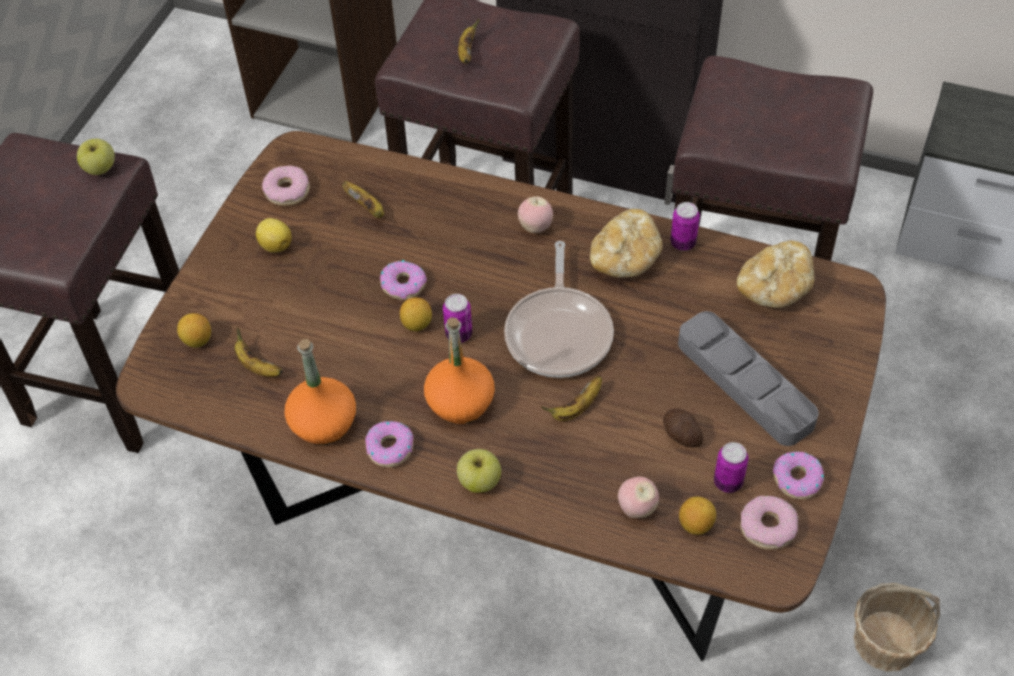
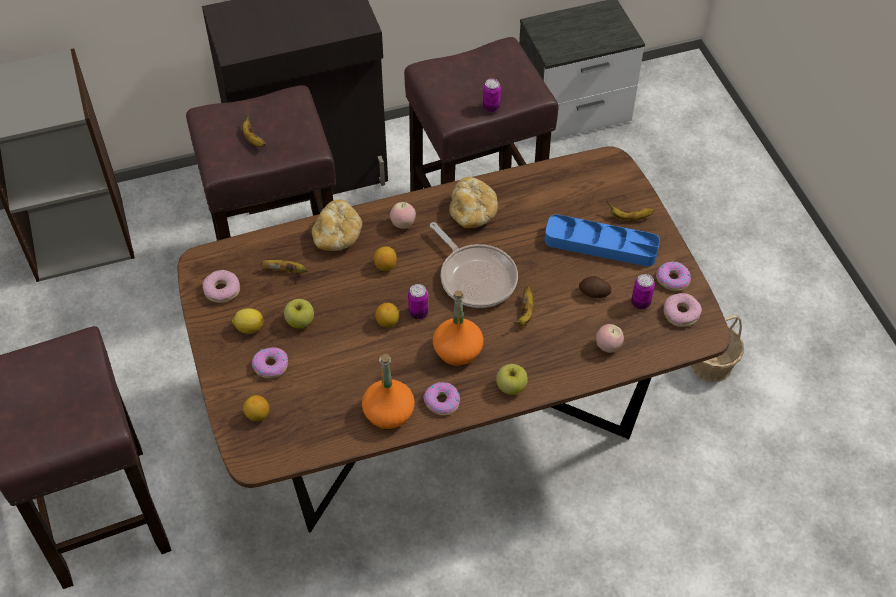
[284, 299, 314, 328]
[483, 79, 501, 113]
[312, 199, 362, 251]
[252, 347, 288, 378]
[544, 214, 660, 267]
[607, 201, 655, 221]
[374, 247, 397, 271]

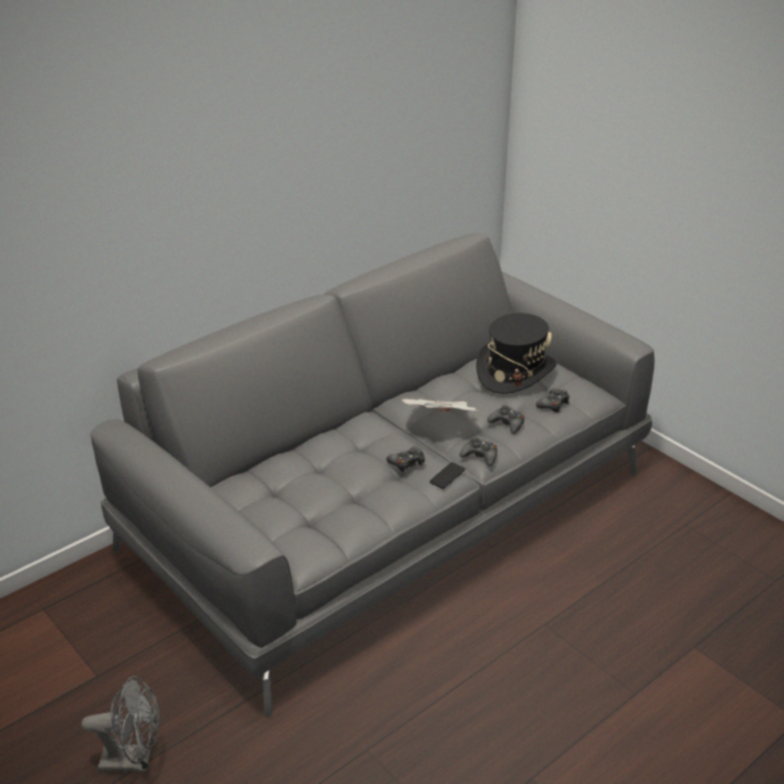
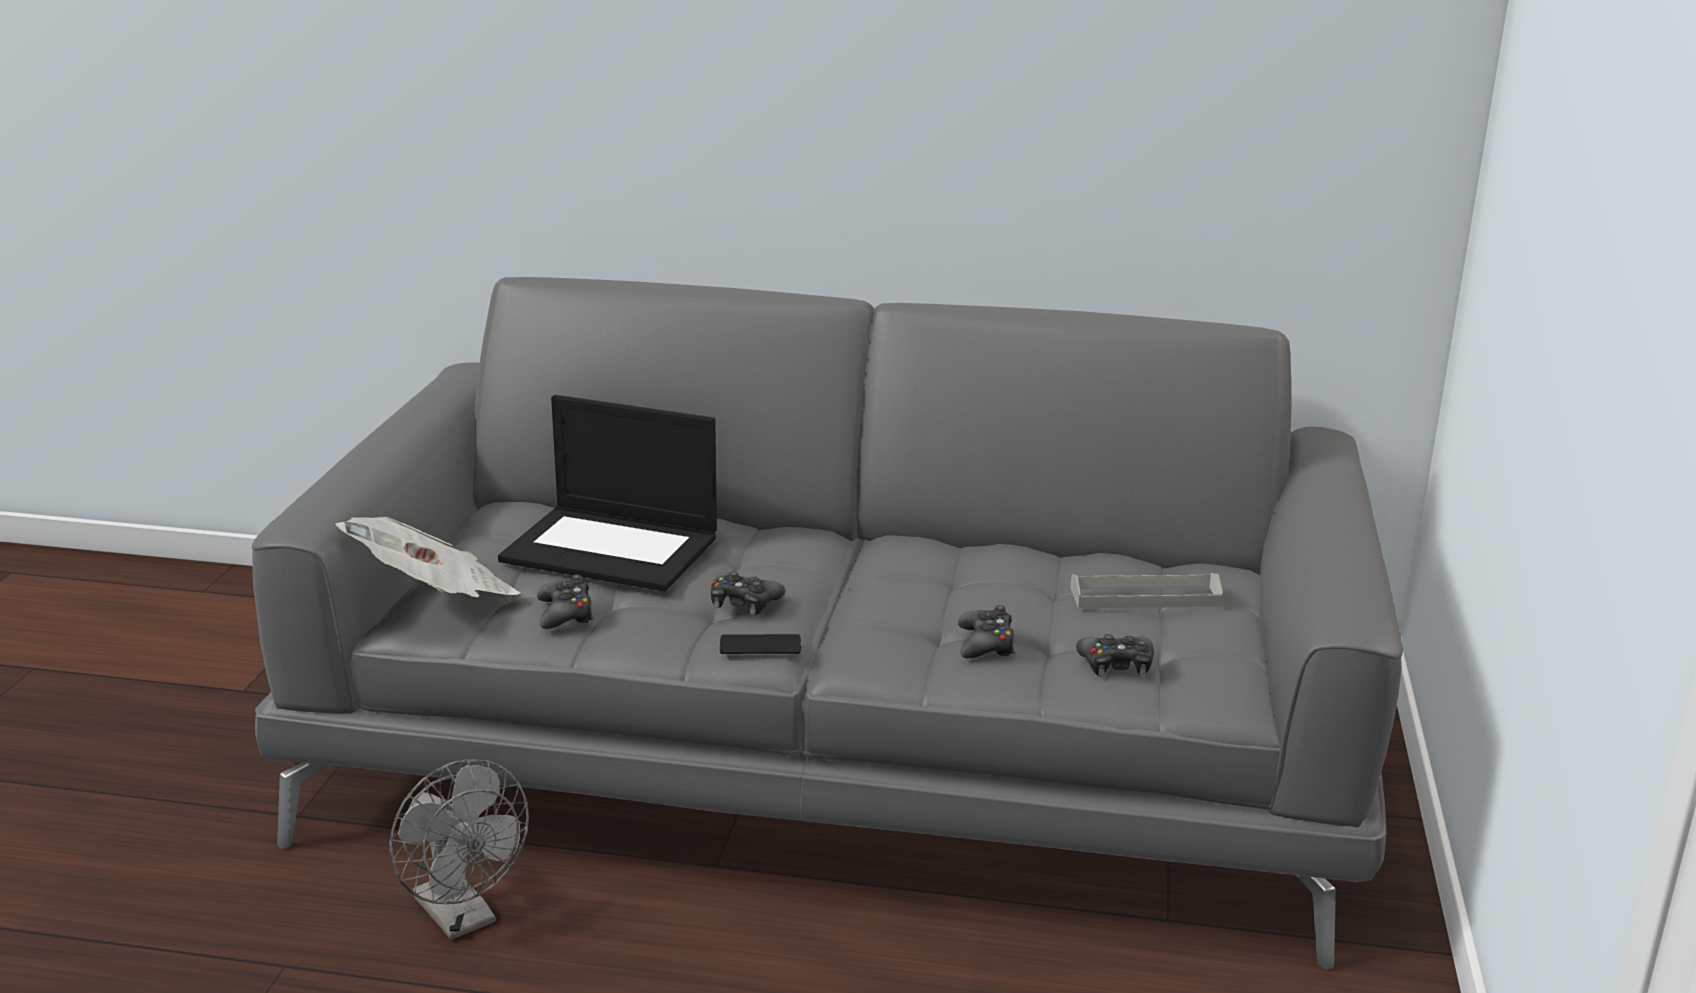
[1071, 573, 1223, 609]
[335, 517, 520, 597]
[537, 575, 594, 629]
[389, 759, 529, 940]
[498, 395, 717, 591]

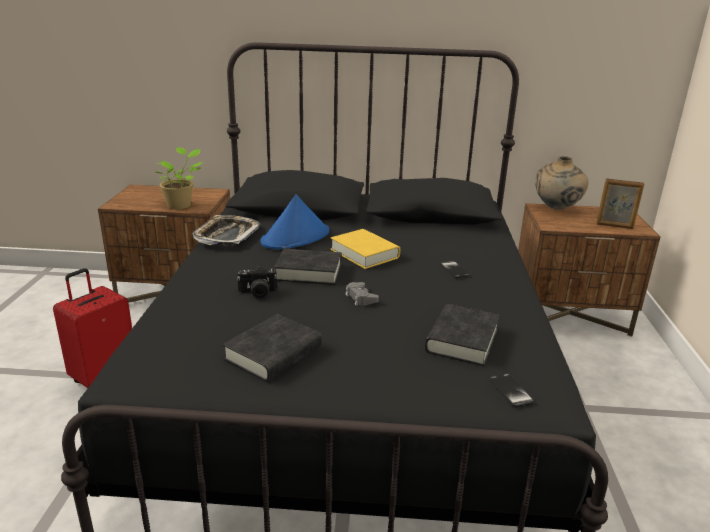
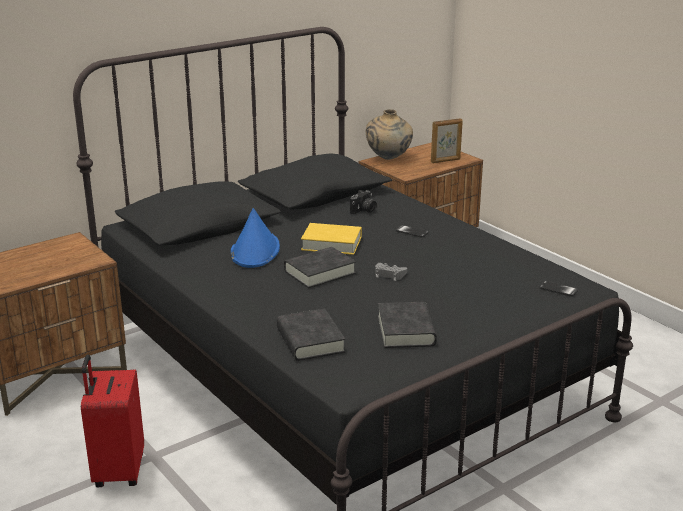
[156, 147, 204, 209] (first image)
[192, 215, 260, 245] (first image)
[350, 190, 377, 214]
[277, 308, 345, 361]

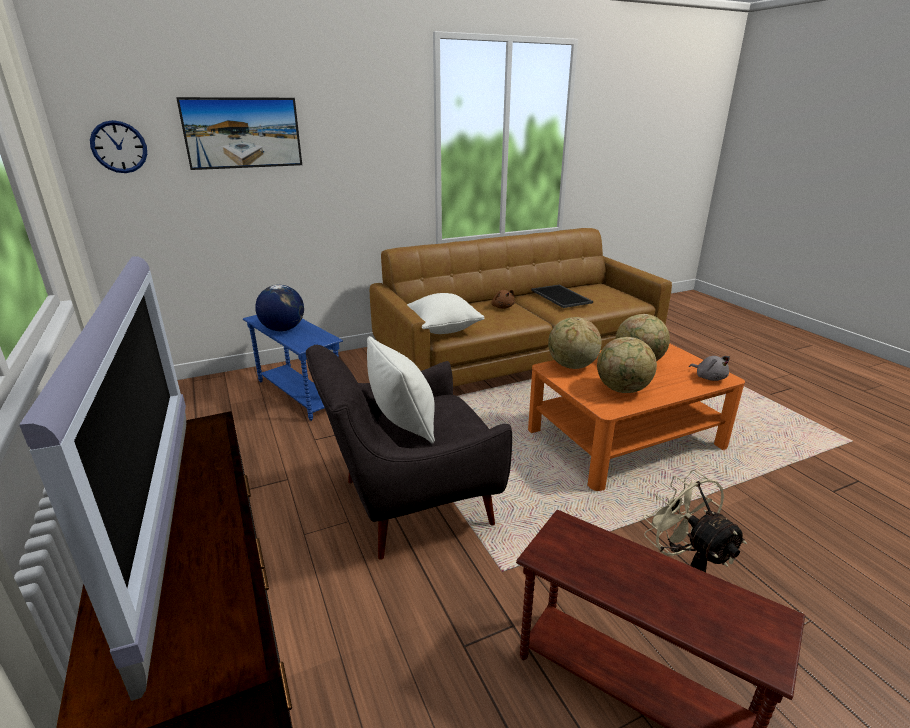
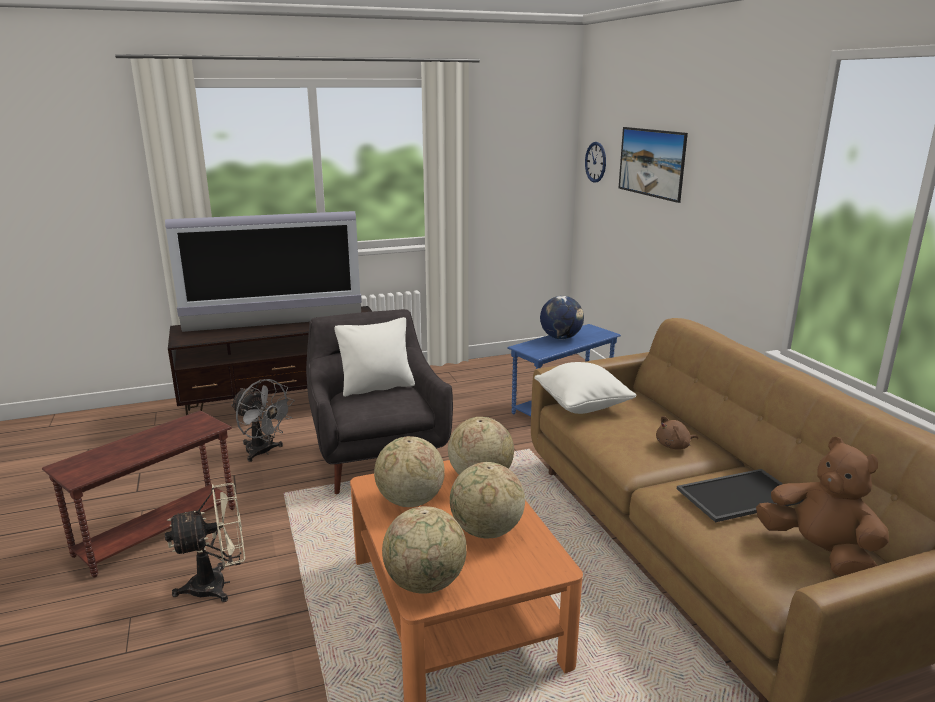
[382, 506, 467, 594]
[231, 379, 295, 462]
[756, 437, 889, 577]

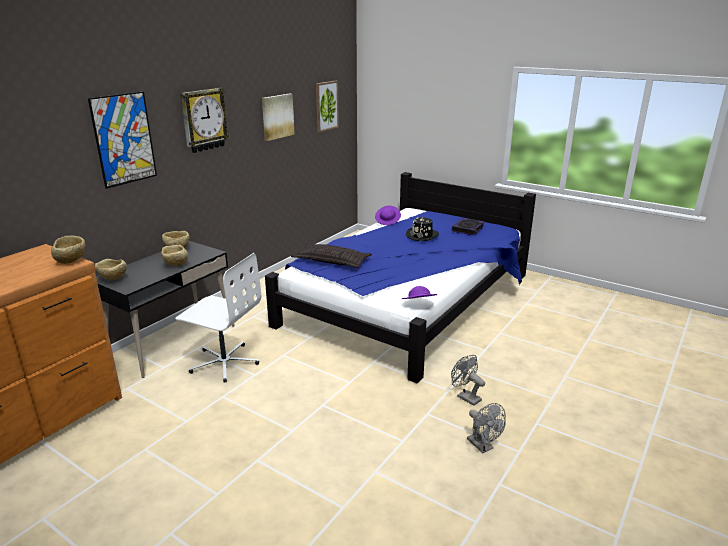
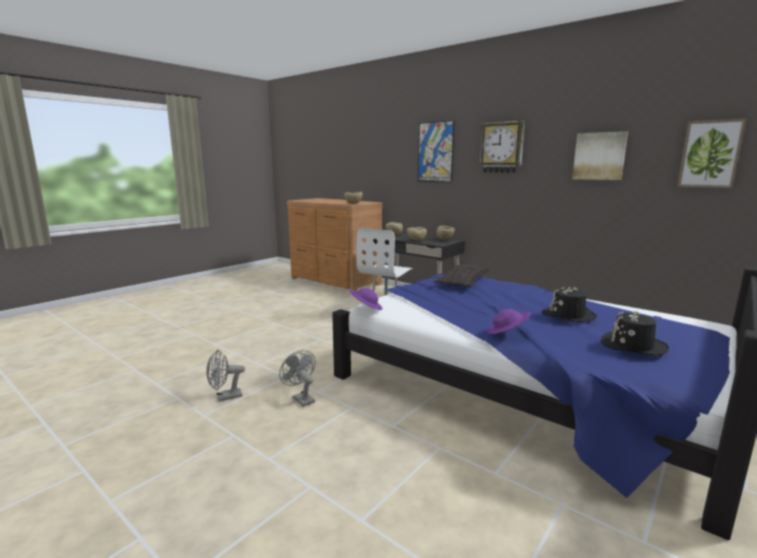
[487, 309, 531, 334]
[601, 311, 669, 356]
[279, 350, 315, 407]

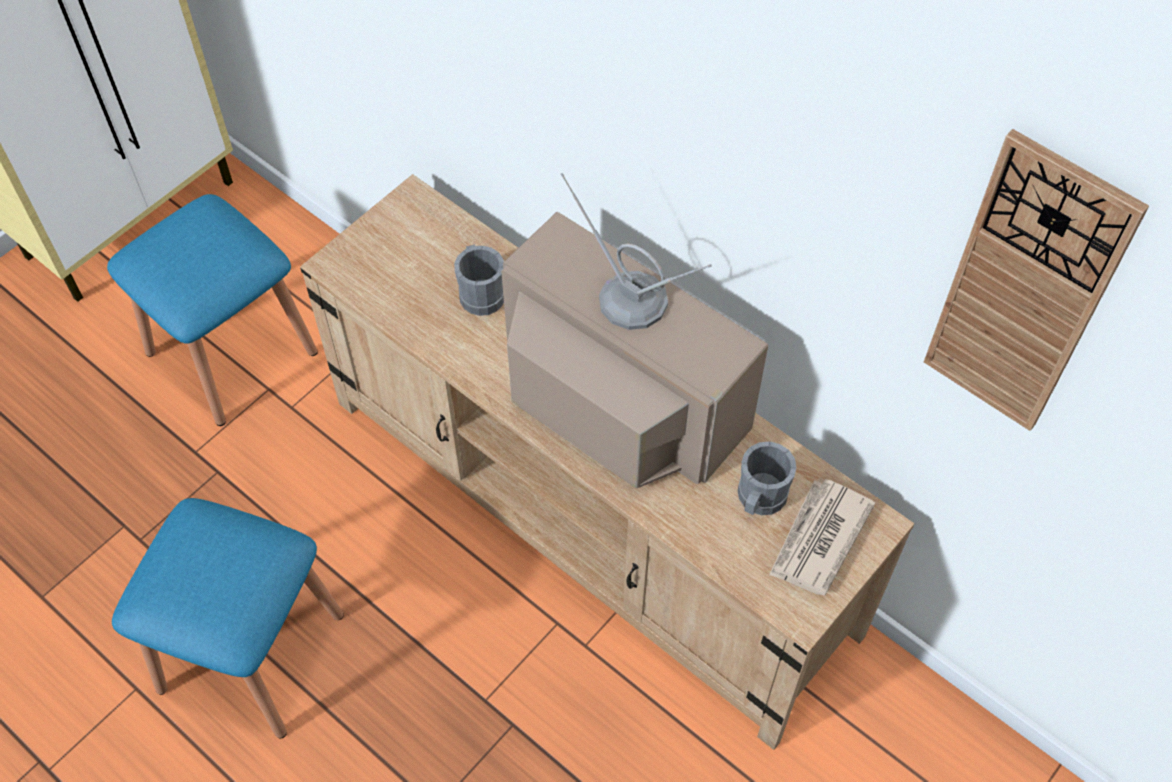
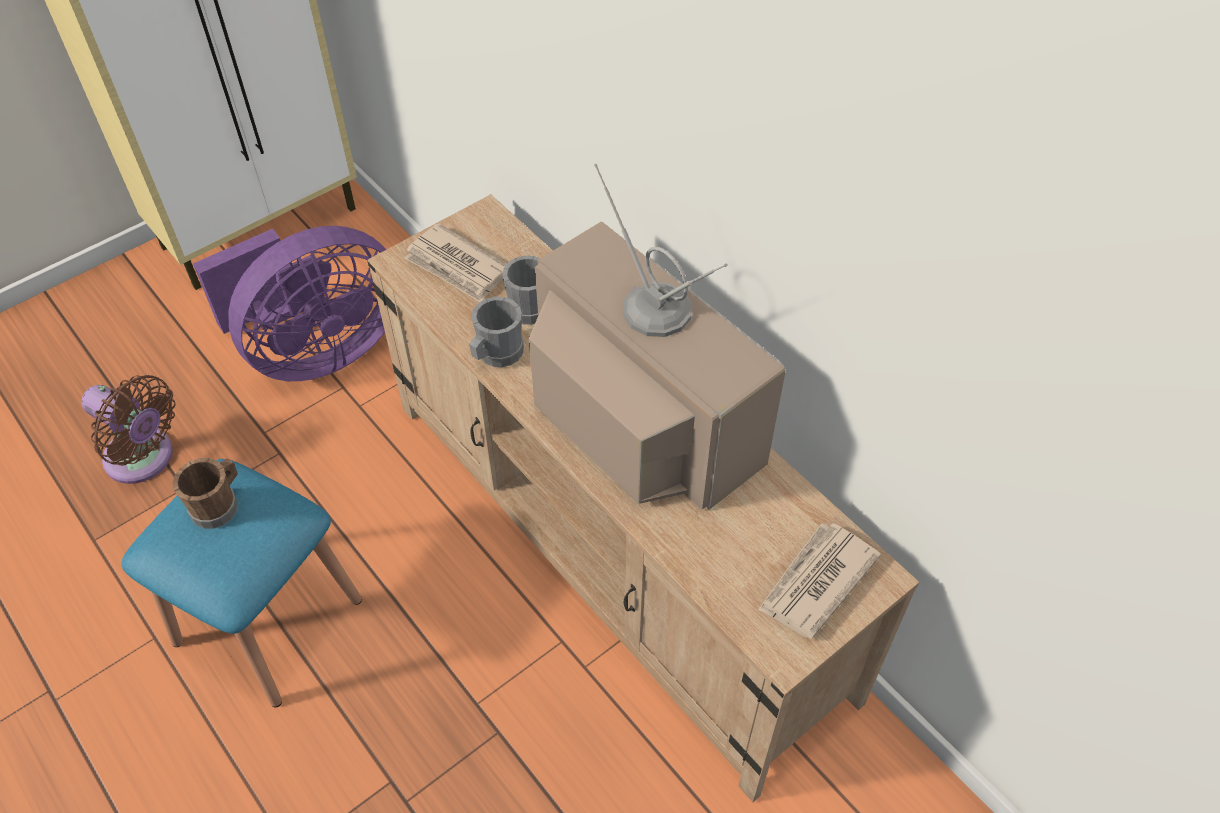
[924, 129, 1149, 431] (first image)
[193, 226, 387, 381]
[469, 296, 524, 367]
[405, 223, 506, 302]
[81, 375, 176, 484]
[173, 458, 238, 529]

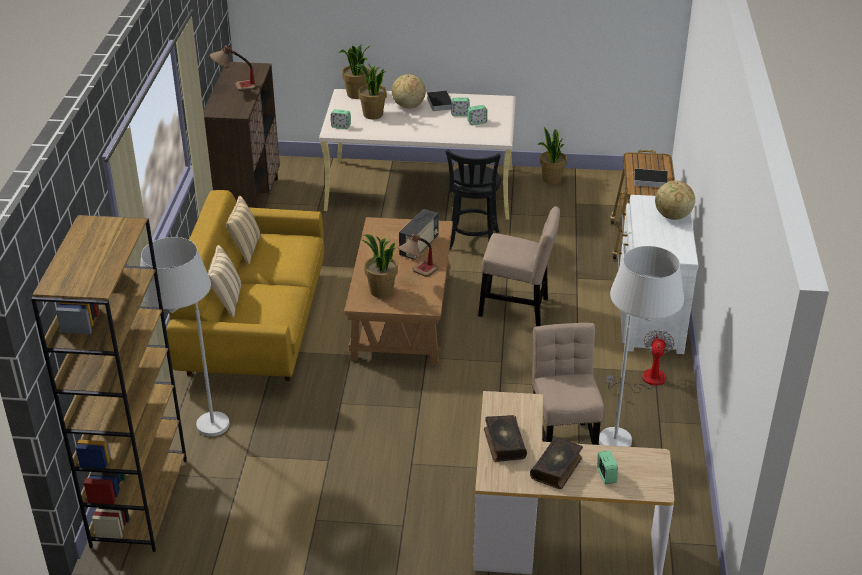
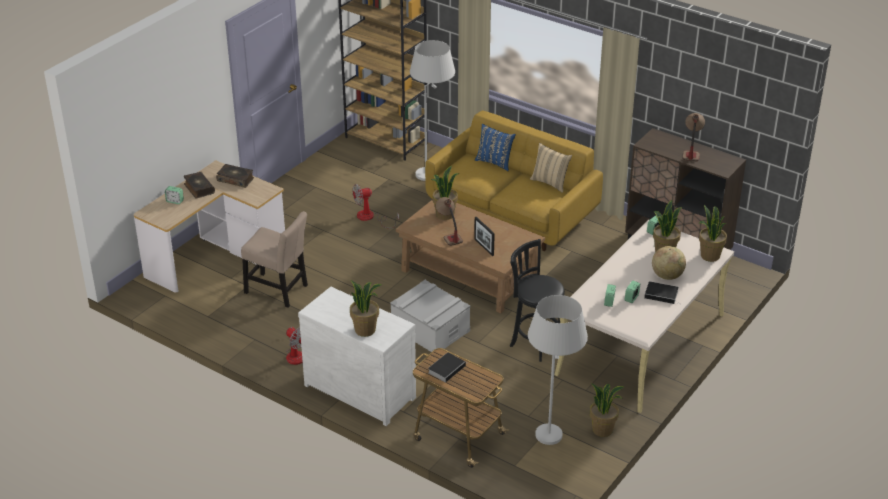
[350, 280, 382, 337]
[390, 280, 470, 352]
[474, 217, 495, 256]
[475, 124, 516, 171]
[528, 295, 588, 445]
[352, 184, 399, 228]

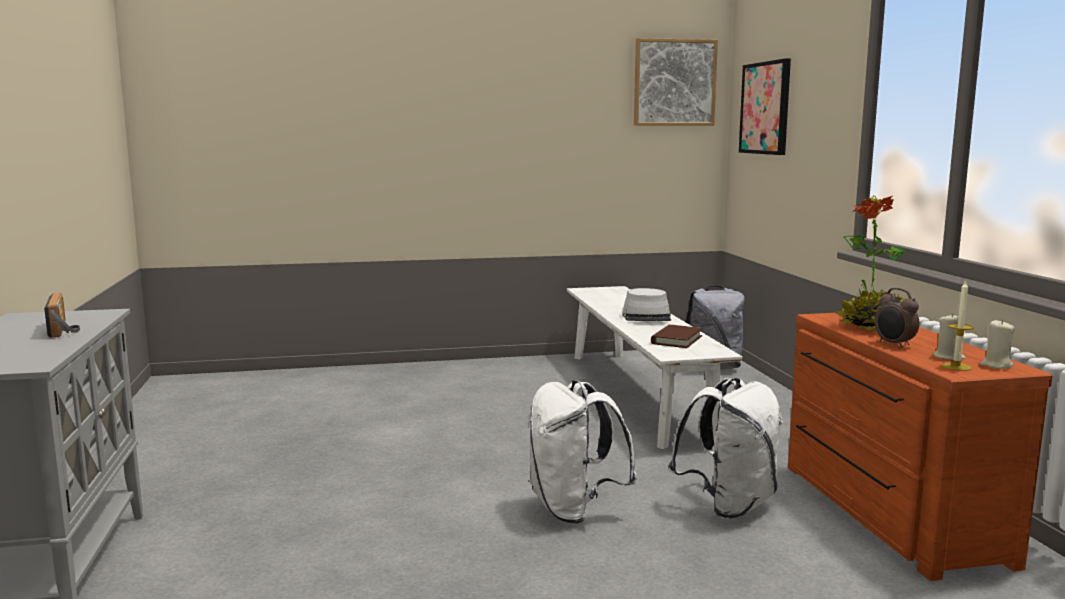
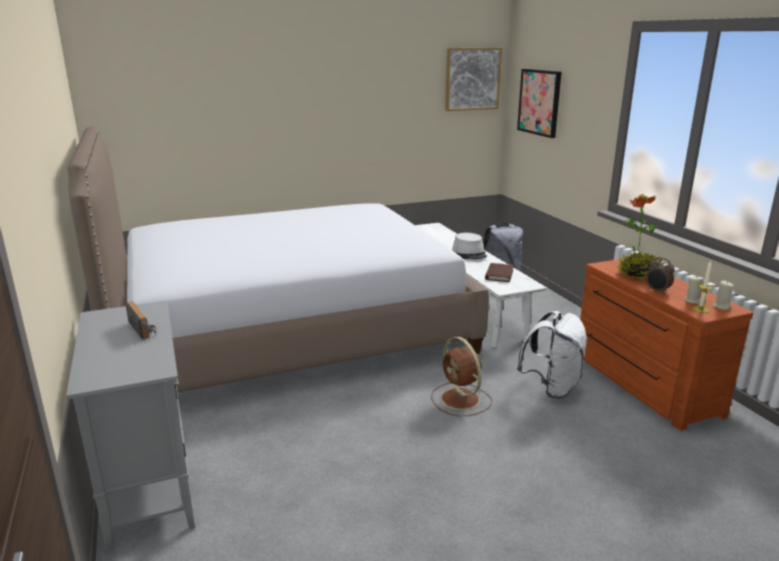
[431, 337, 492, 416]
[67, 127, 489, 392]

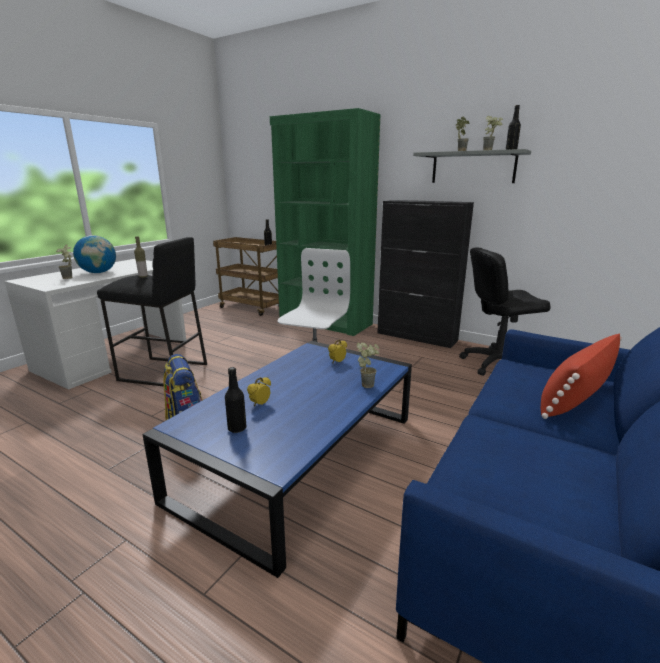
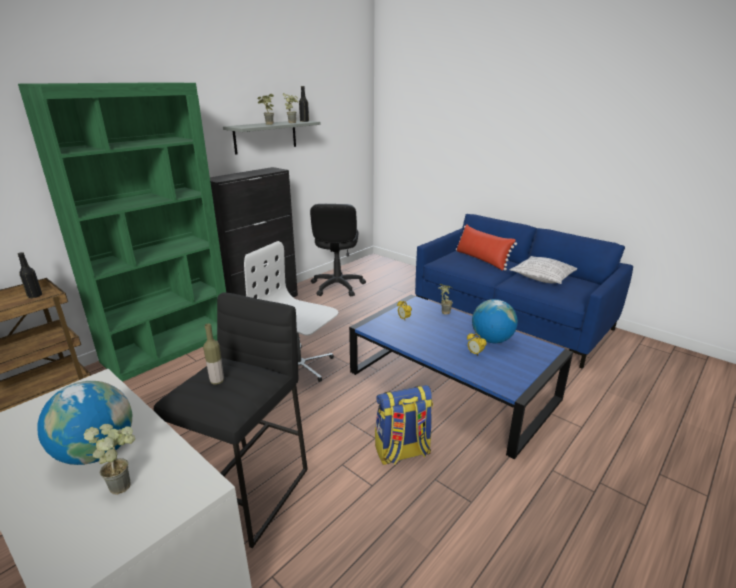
[225, 367, 246, 433] (first image)
[510, 256, 577, 284]
[472, 299, 518, 343]

